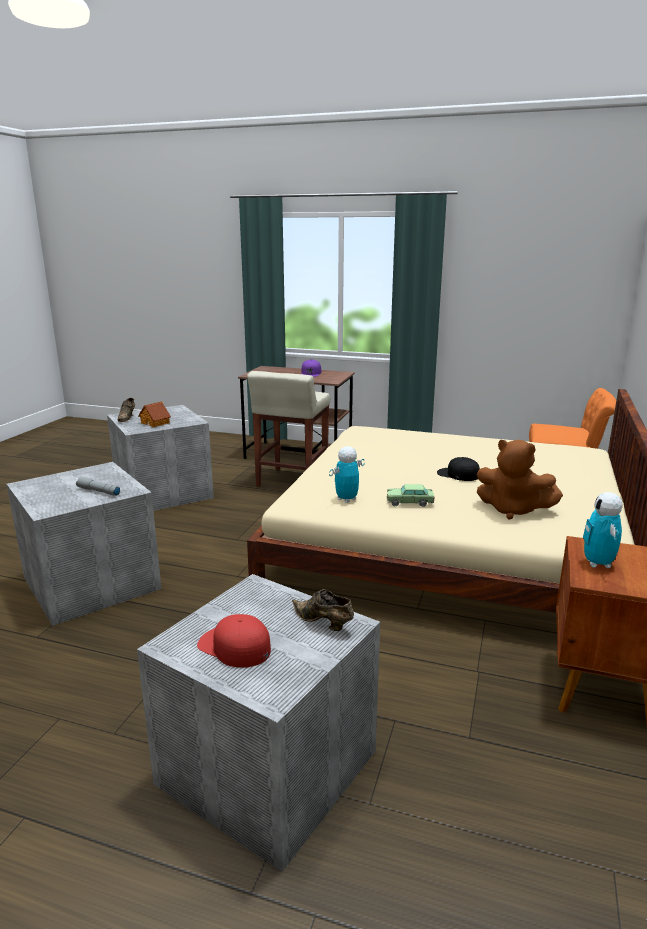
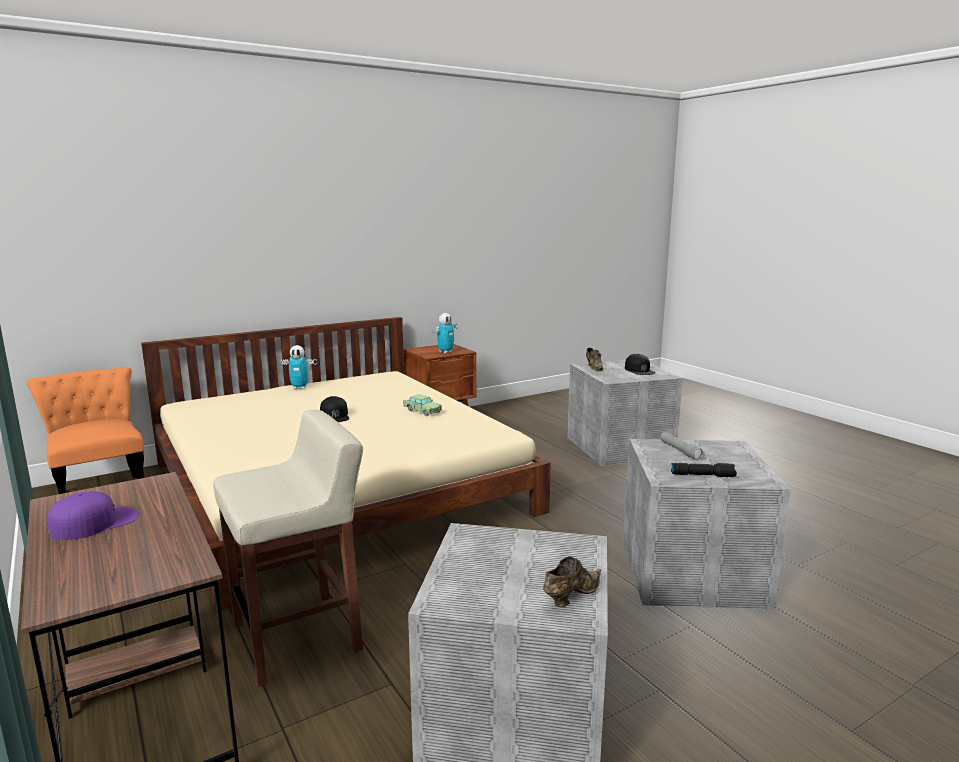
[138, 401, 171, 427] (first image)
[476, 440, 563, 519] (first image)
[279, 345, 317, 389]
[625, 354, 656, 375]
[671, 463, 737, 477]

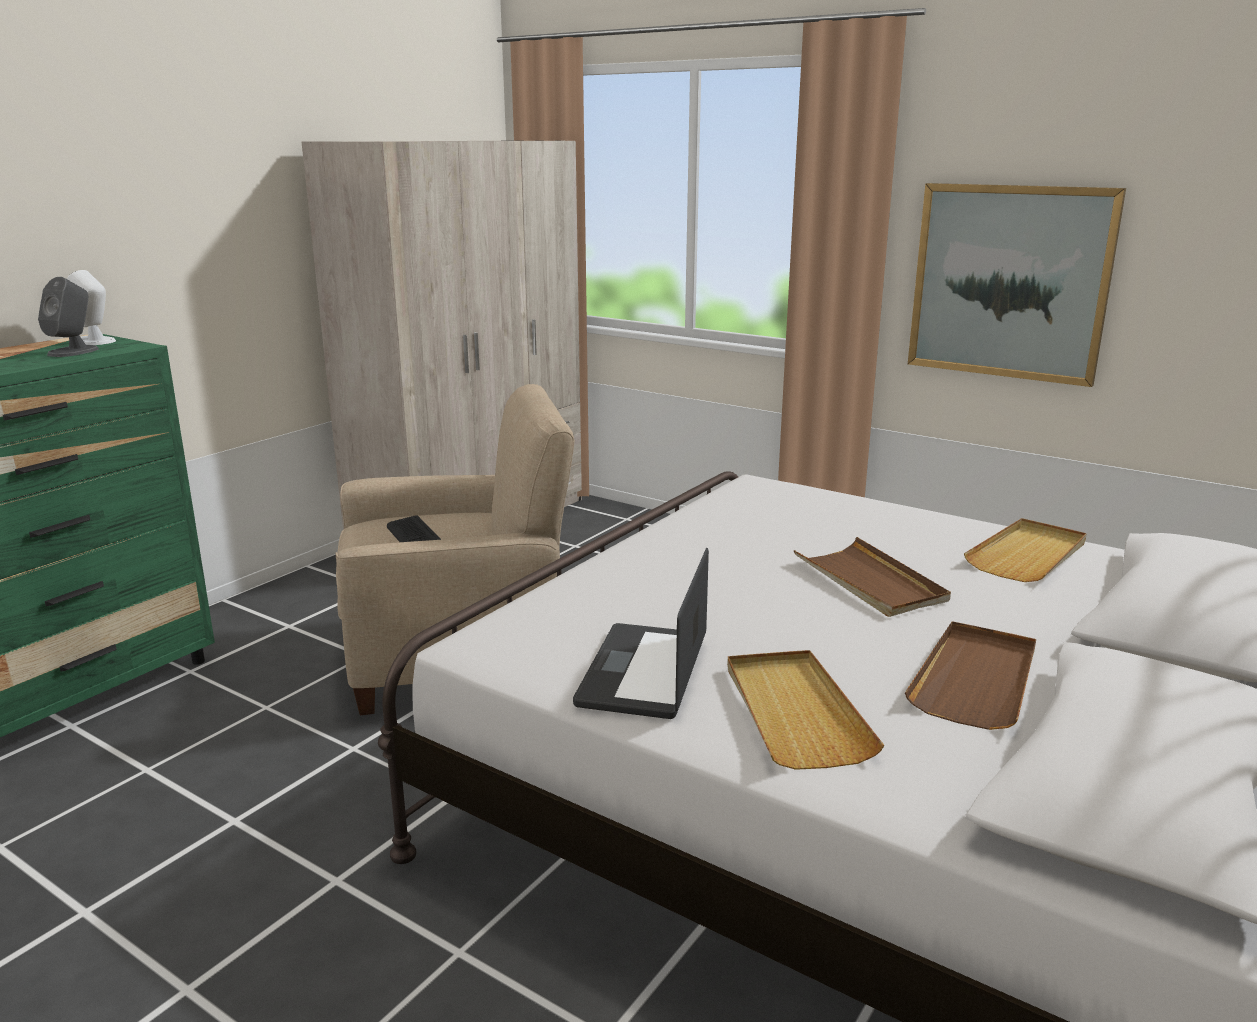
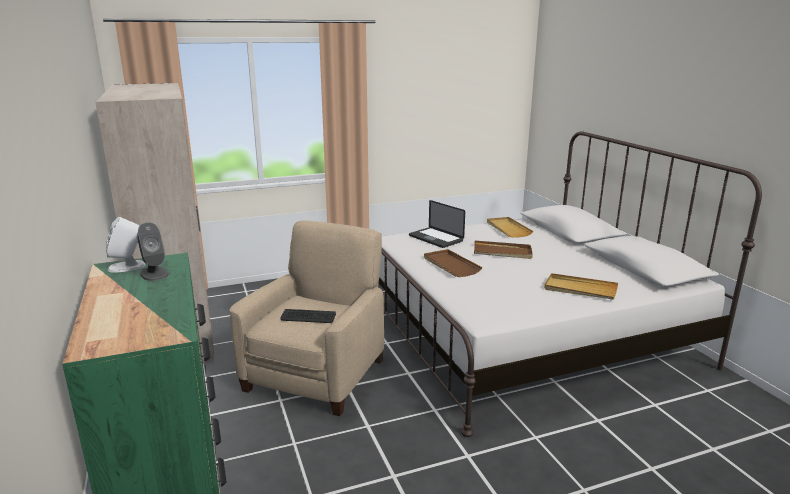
[908, 183, 1126, 387] (first image)
[409, 200, 465, 248]
[424, 249, 482, 277]

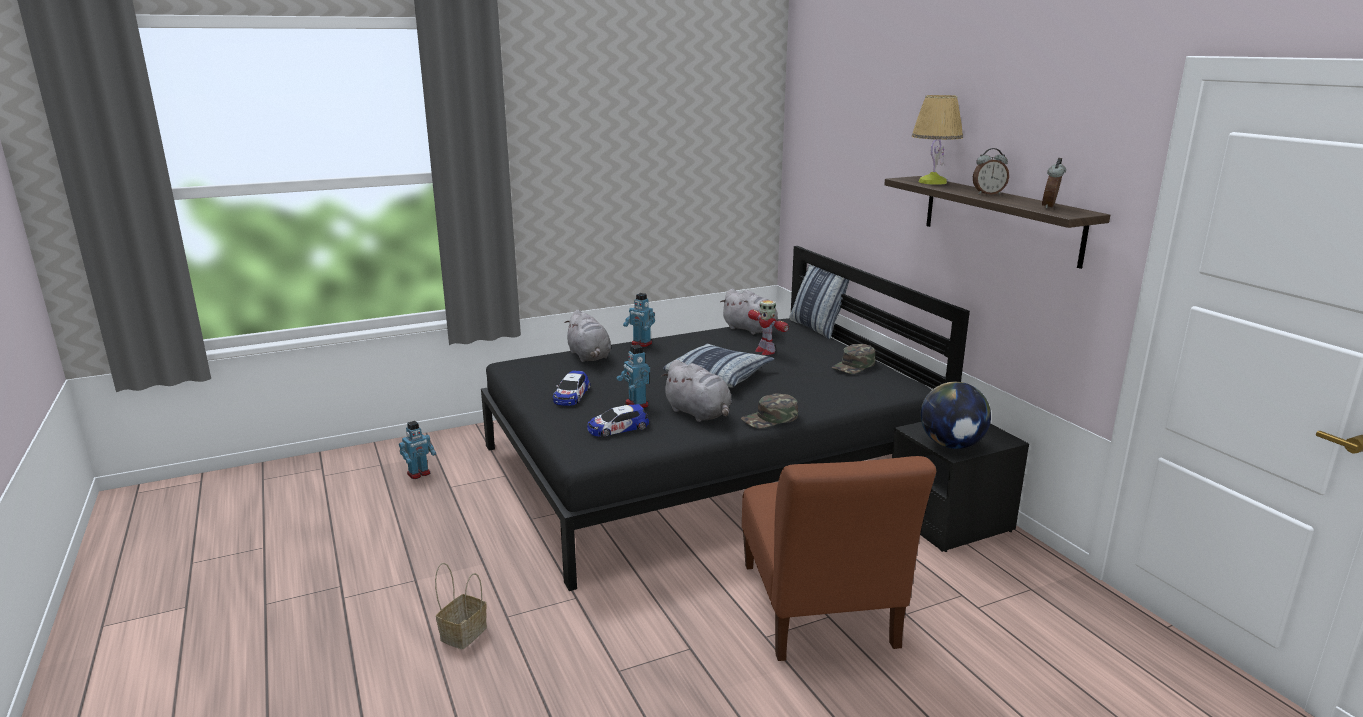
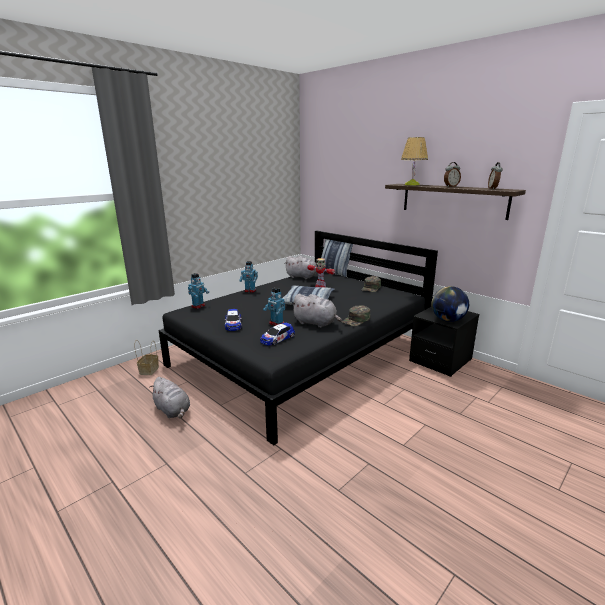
[149, 377, 190, 419]
[188, 273, 209, 309]
[742, 456, 936, 661] (first image)
[134, 340, 159, 375]

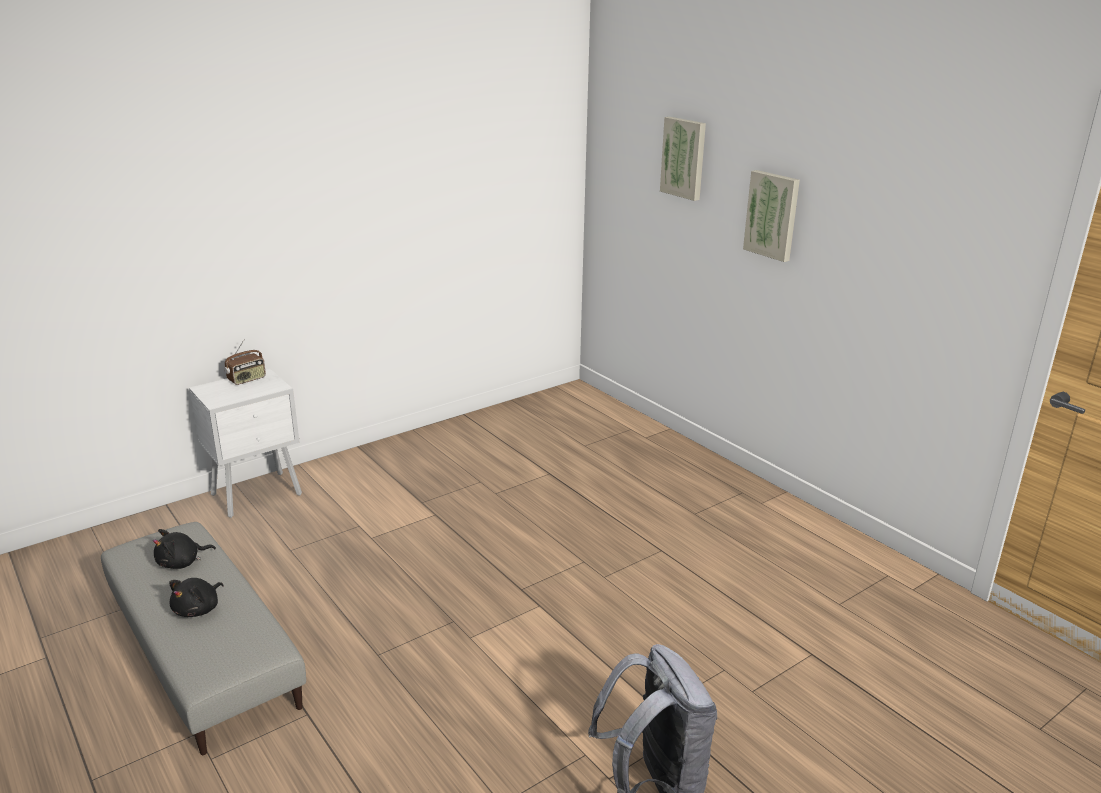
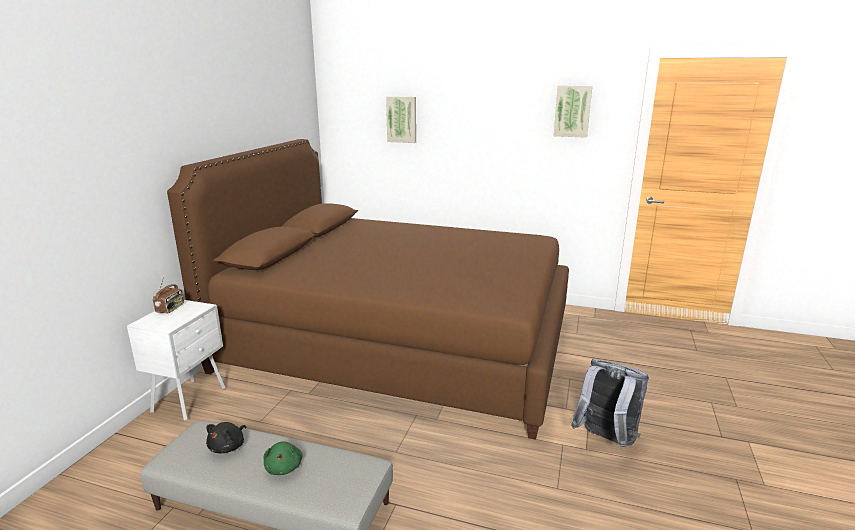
[554, 86, 592, 138]
[263, 441, 302, 475]
[167, 139, 569, 440]

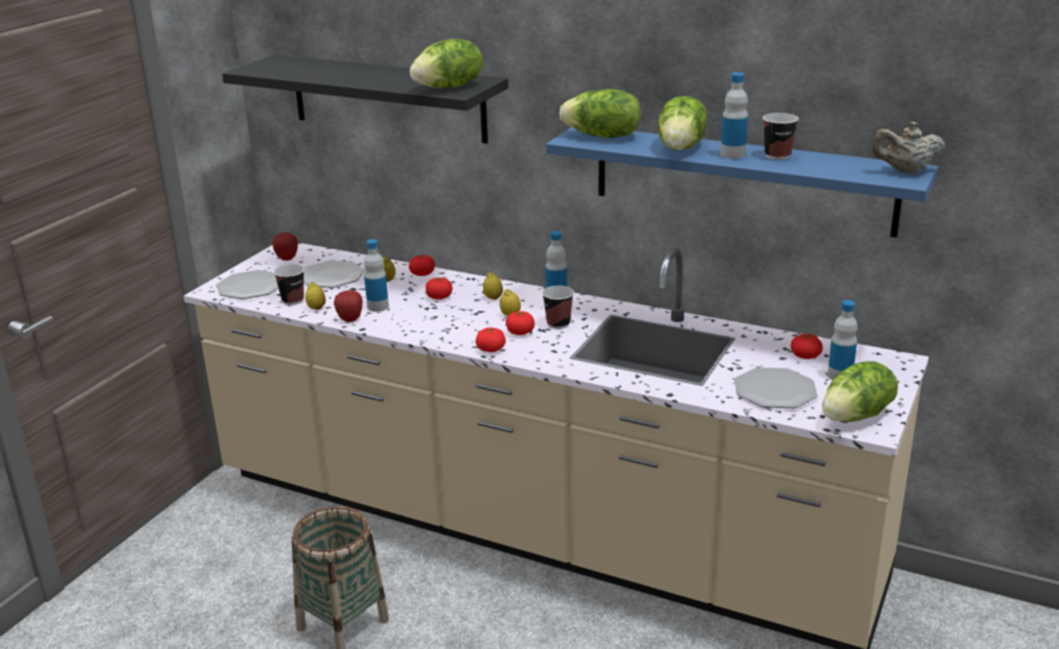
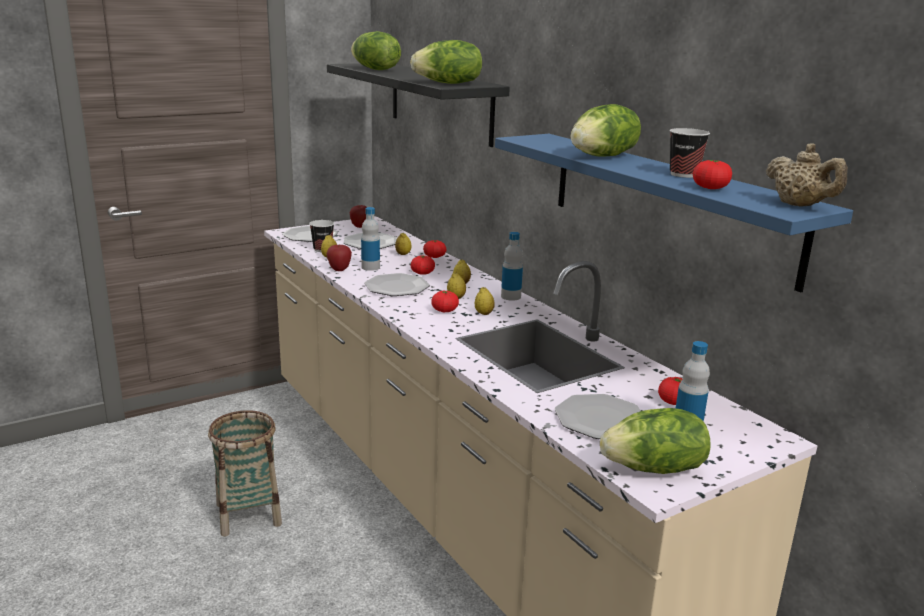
[721, 72, 748, 159] (first image)
[351, 31, 401, 70]
[766, 143, 848, 206]
[475, 287, 495, 315]
[693, 160, 732, 189]
[364, 273, 430, 296]

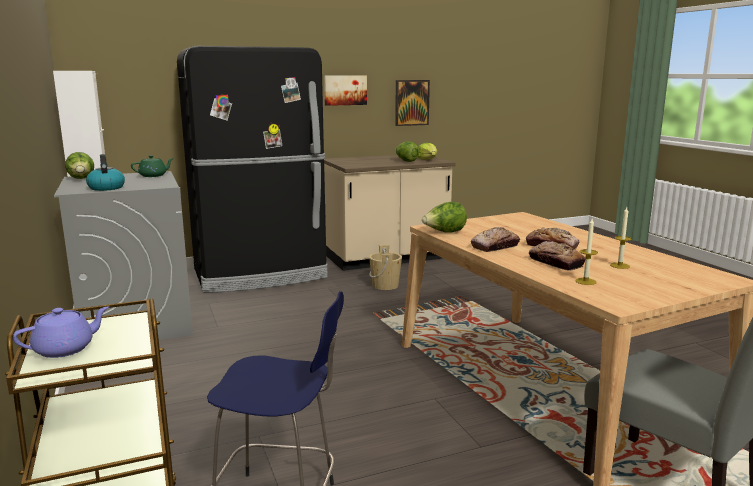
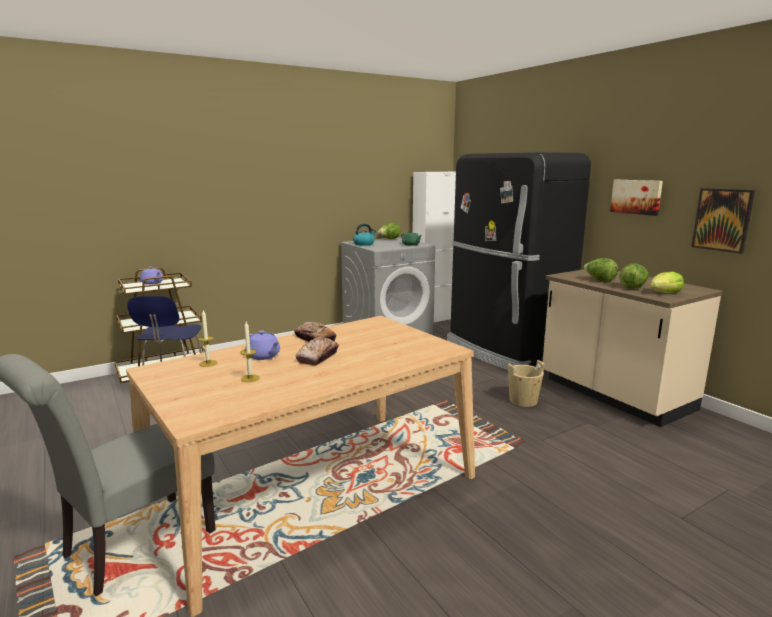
[584, 258, 618, 282]
[245, 330, 280, 360]

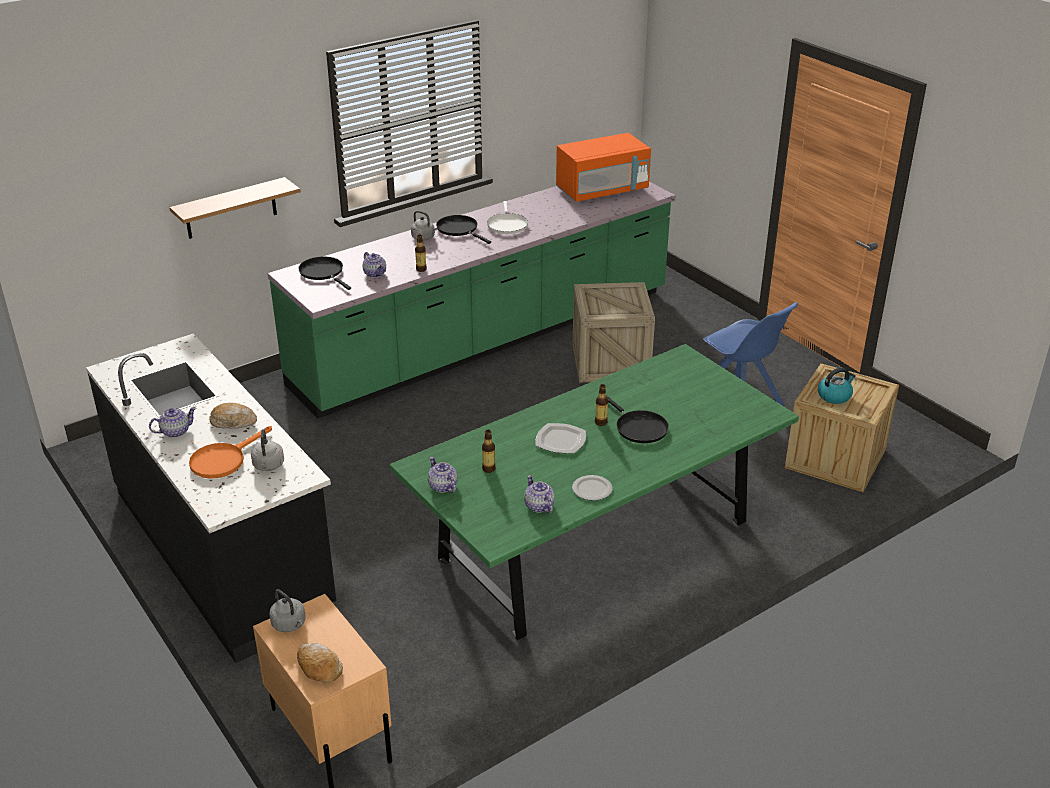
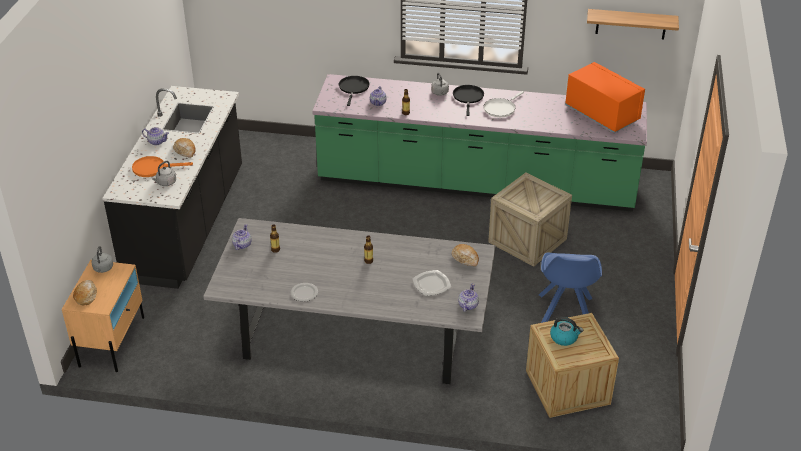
[565, 62, 645, 133]
[587, 9, 679, 39]
[203, 218, 496, 384]
[606, 395, 669, 443] (first image)
[412, 270, 451, 296]
[458, 283, 479, 312]
[452, 244, 479, 266]

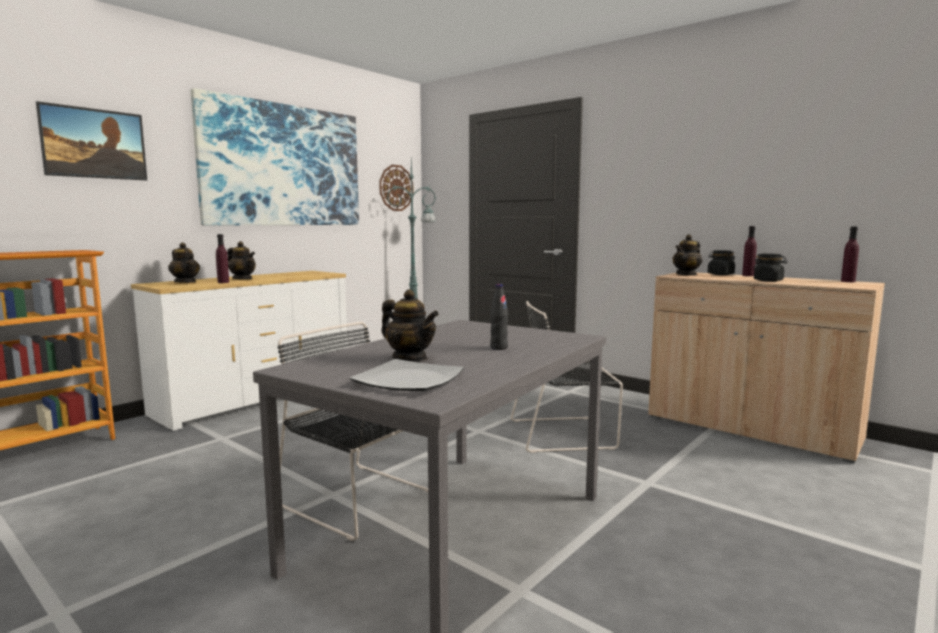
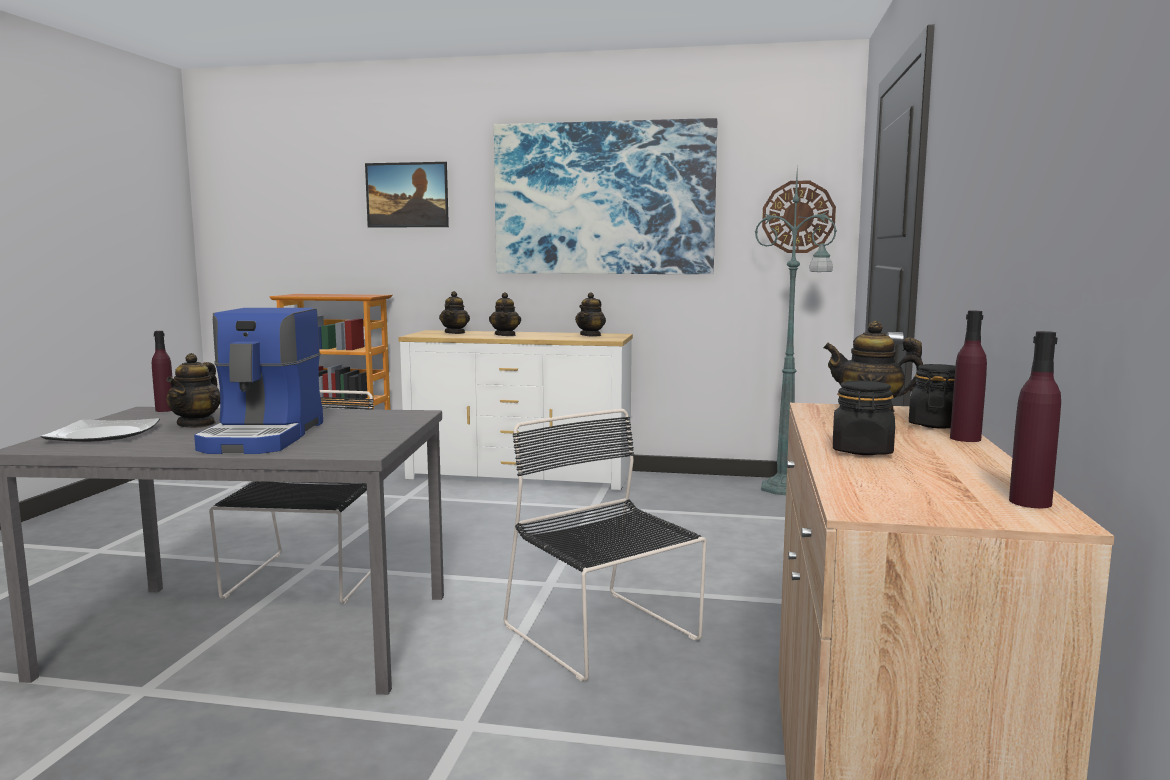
[152, 331, 173, 412]
[194, 308, 323, 454]
[575, 292, 606, 337]

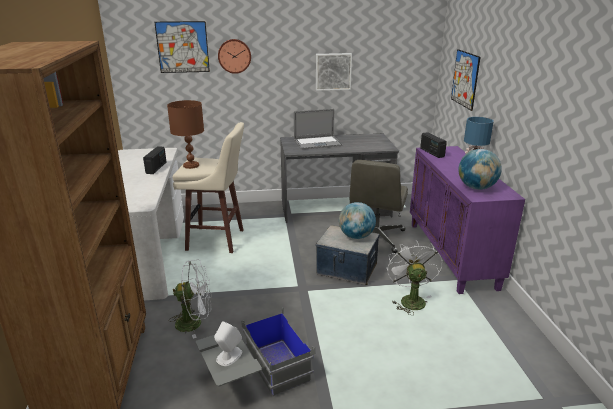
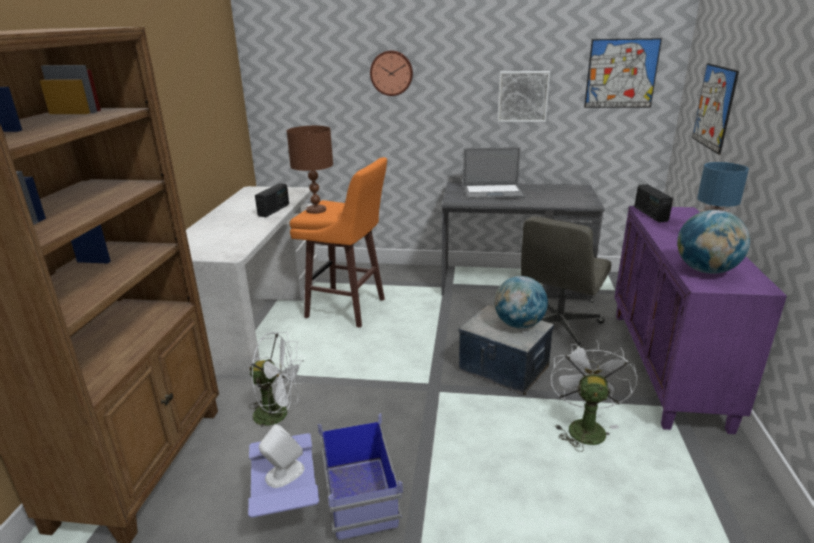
[584, 38, 662, 108]
[290, 157, 387, 328]
[248, 413, 403, 541]

